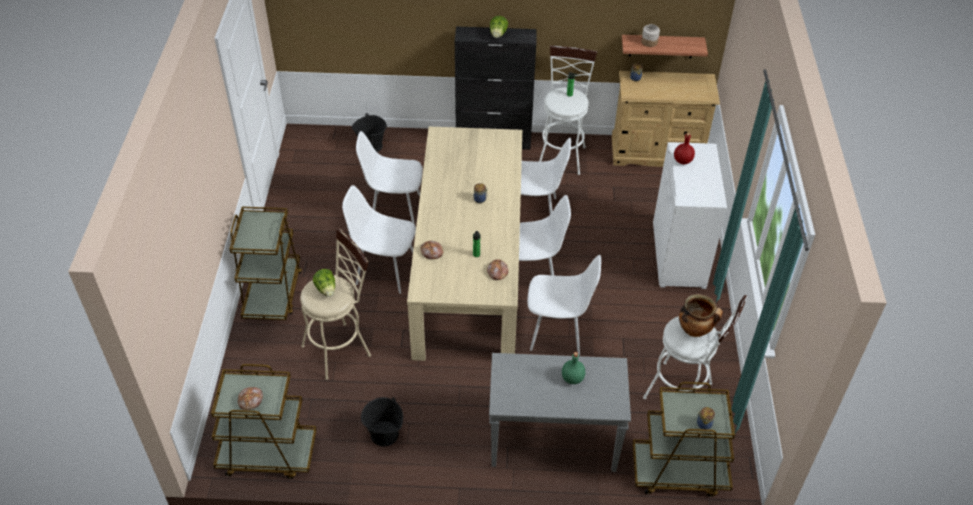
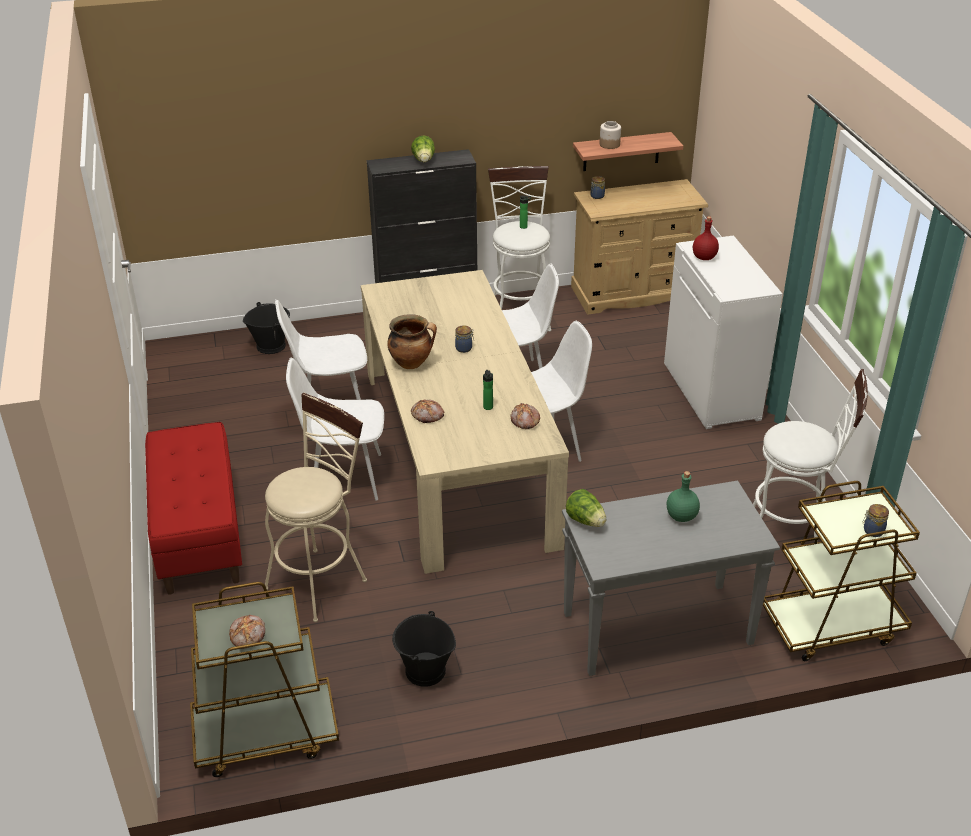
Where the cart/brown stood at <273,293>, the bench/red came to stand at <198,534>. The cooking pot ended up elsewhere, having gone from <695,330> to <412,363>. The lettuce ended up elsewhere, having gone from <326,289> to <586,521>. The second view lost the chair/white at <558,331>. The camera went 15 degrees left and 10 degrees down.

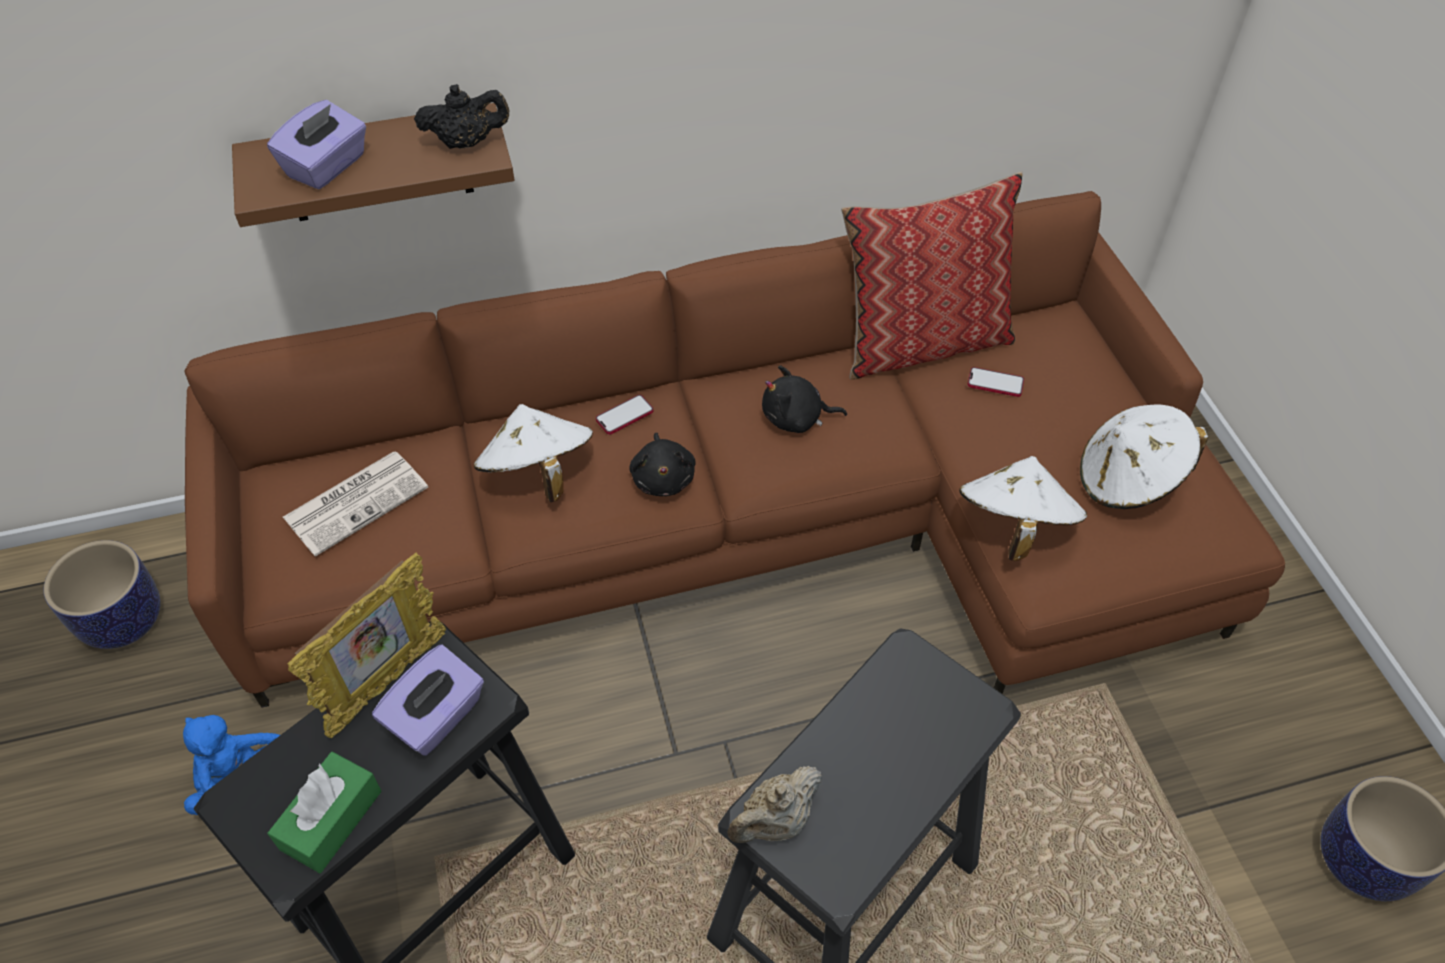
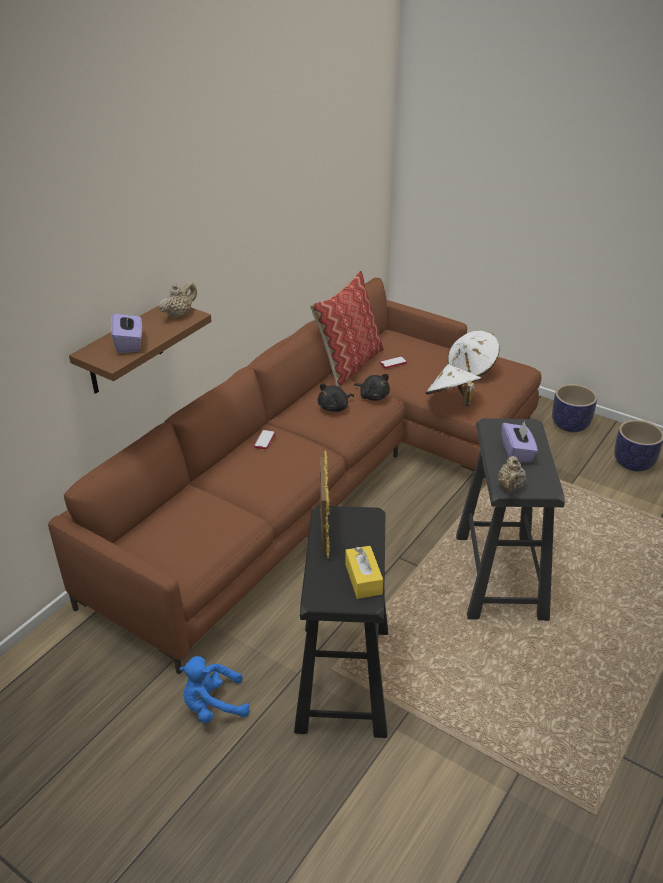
What was the teapot/black at <467,143> turned into the teapot/beige at <179,314>. What was the tissue box/green at <331,820> turned into the tissue box/yellow at <363,579>. The plush toy/black ended up elsewhere, having gone from <663,478> to <373,396>. The tissue box/purple ended up elsewhere, having gone from <437,717> to <517,452>. The planter ended up elsewhere, having gone from <124,621> to <570,425>. The second view lost the newspaper at <357,501>. The second view lost the hat/white at <538,474>. The camera went 40 degrees left and 15 degrees down.

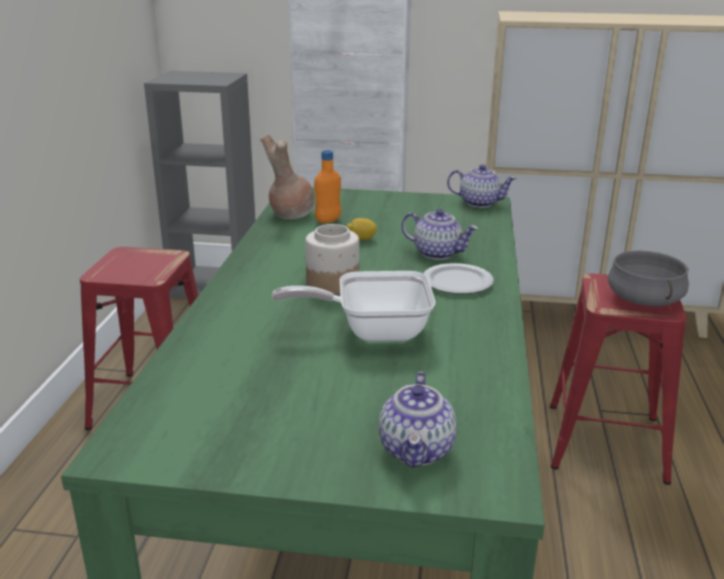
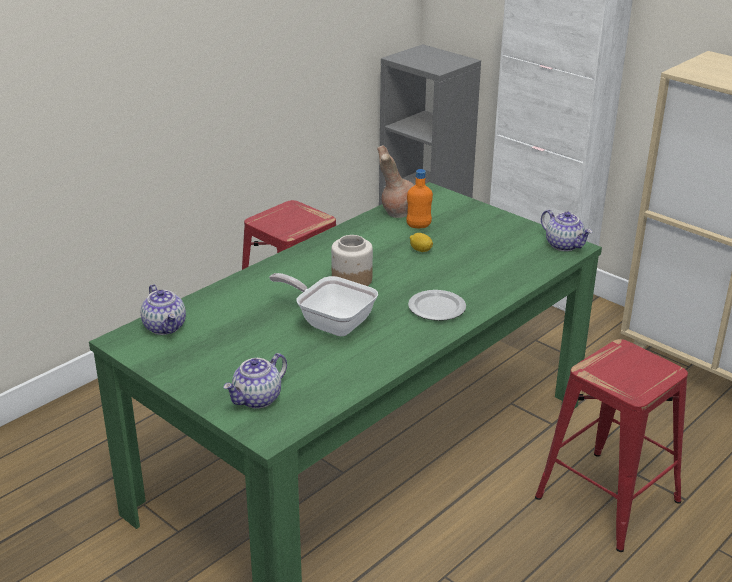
The teapot ended up elsewhere, having gone from <438,253> to <165,327>. The second view lost the cooking pot/grey at <645,300>. The camera went 35 degrees right and 5 degrees up.

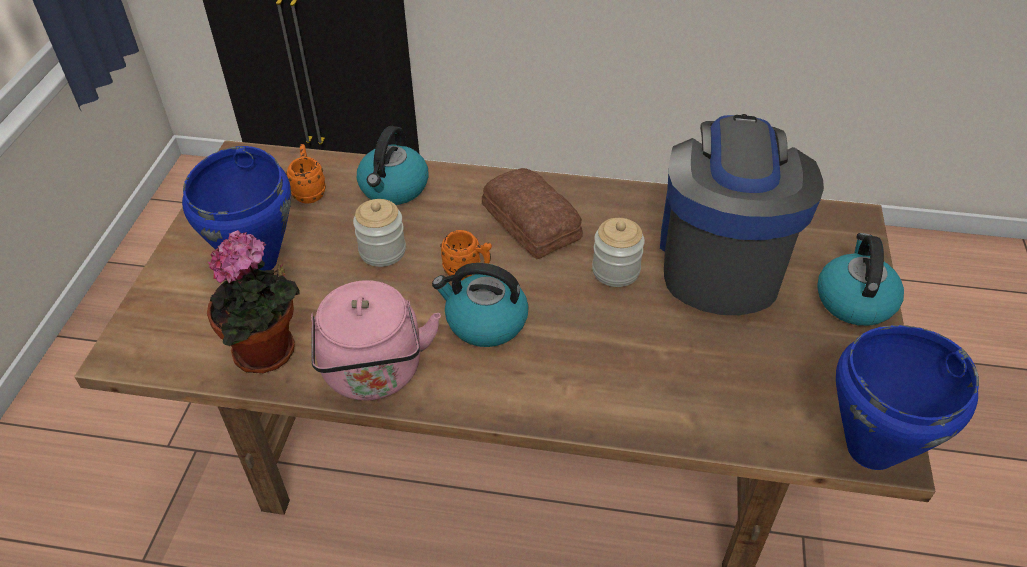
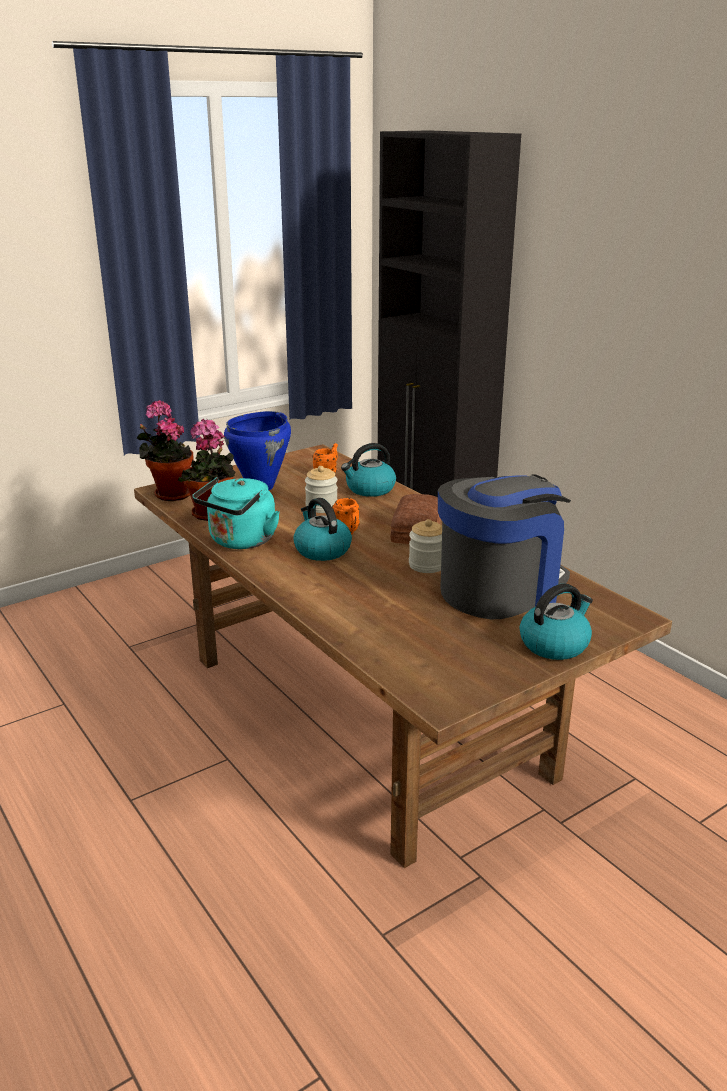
The second view gained the potted plant at <170,494>. What was the kettle/pink at <374,374> turned into the kettle/turquoise at <240,541>. The second view lost the cooking pot/blue at <870,448>. The camera went 45 degrees right and 20 degrees down.

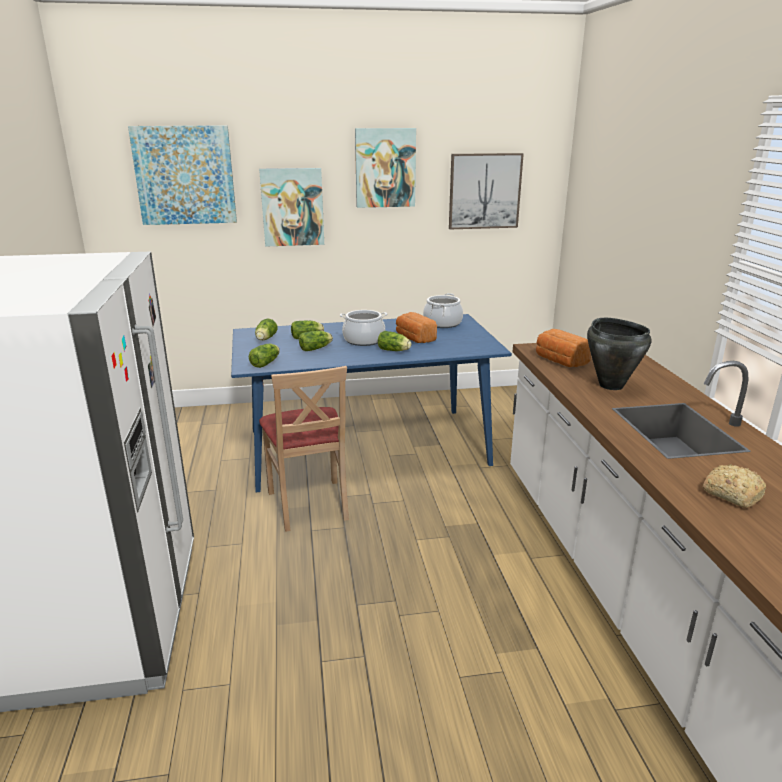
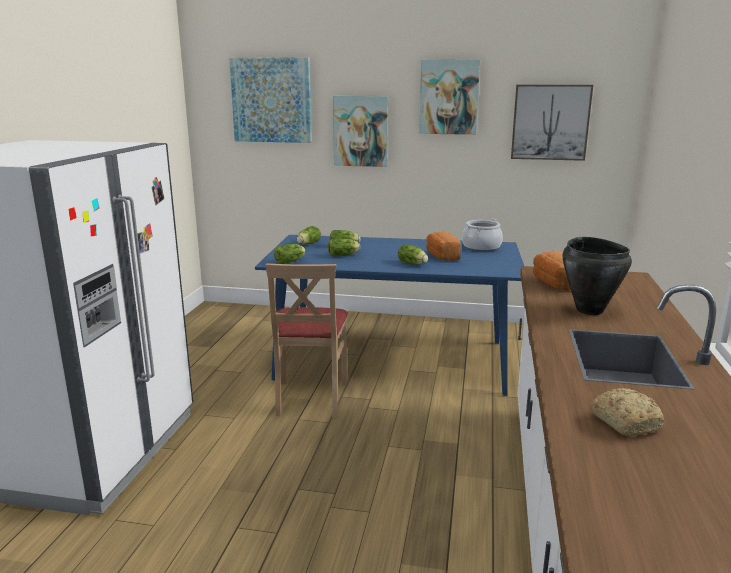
The second view lost the cooking pot at <364,340>. The camera went 20 degrees right and 5 degrees down.

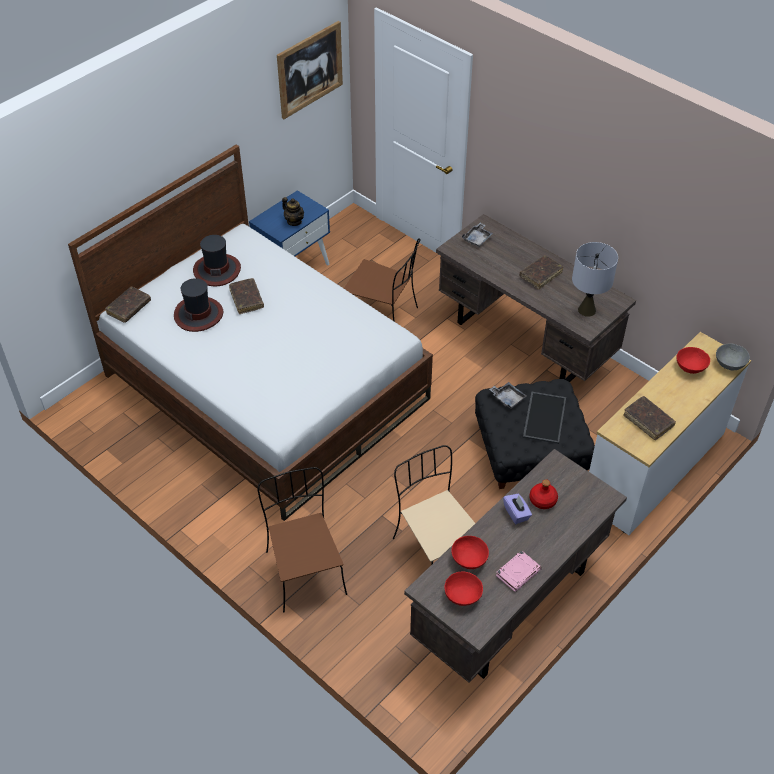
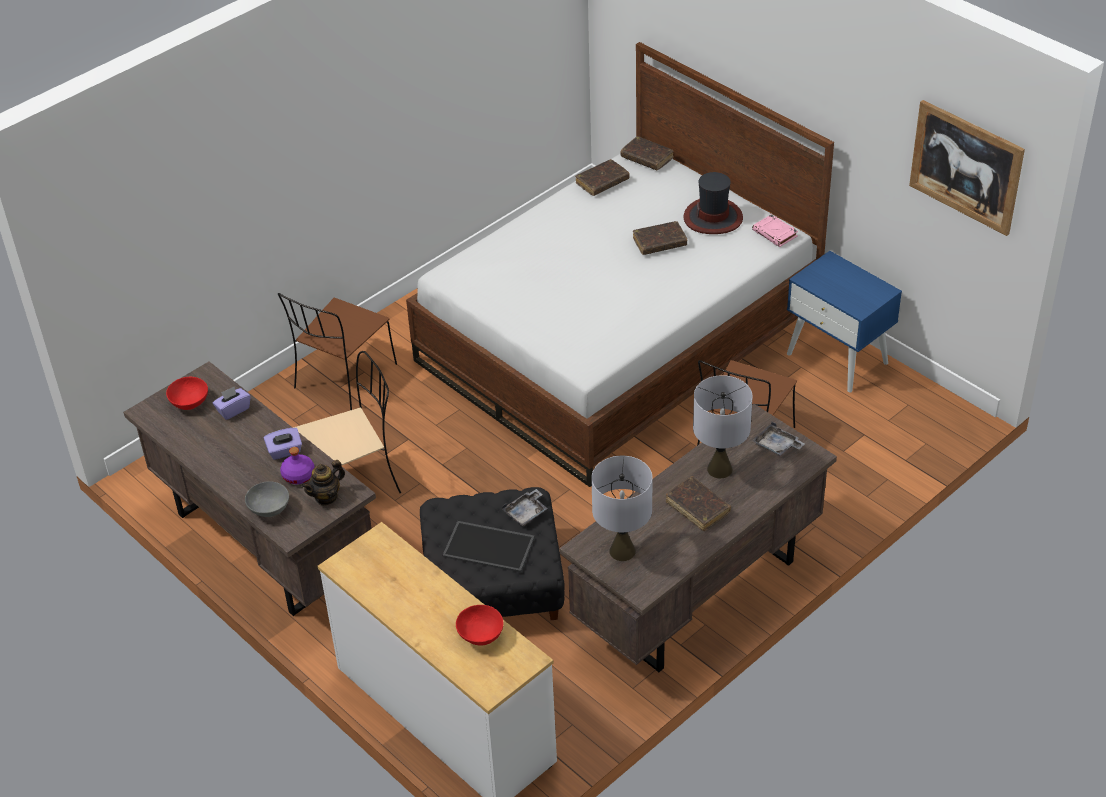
Where the bowl/red stood at <469,559>, the tissue box/purple came to stand at <233,410>. The bowl/grey ended up elsewhere, having gone from <729,364> to <269,509>. The chair/brown at <305,571> ended up facing another way, 135 degrees clockwise from before. What was the bottle/red at <542,500> turned into the bottle/purple at <298,475>. The teapot ended up elsewhere, having gone from <294,221> to <326,497>. The book/brown ended up elsewhere, having gone from <648,421> to <602,182>. The second view gained the table lamp/grey at <719,469>. The book/pink ended up elsewhere, having gone from <518,572> to <775,233>. The second view lost the hat at <199,314>. The camera went 95 degrees right and 5 degrees down.

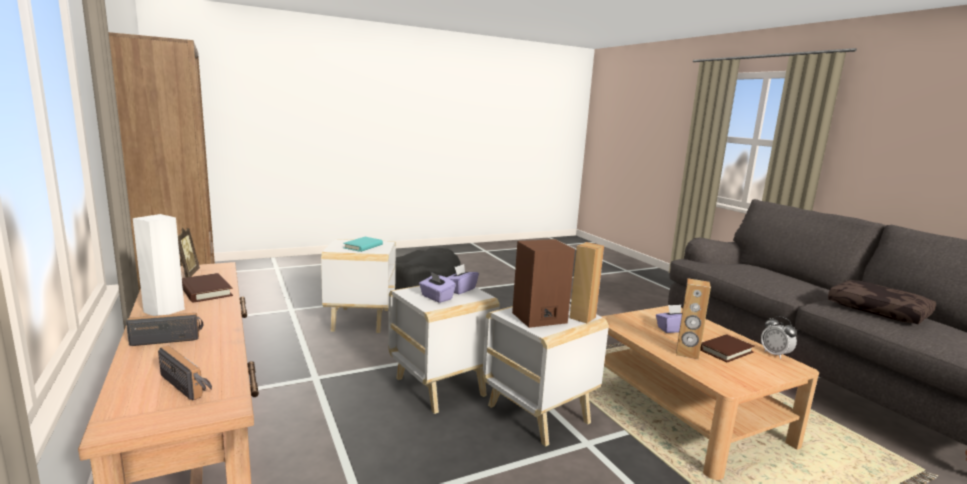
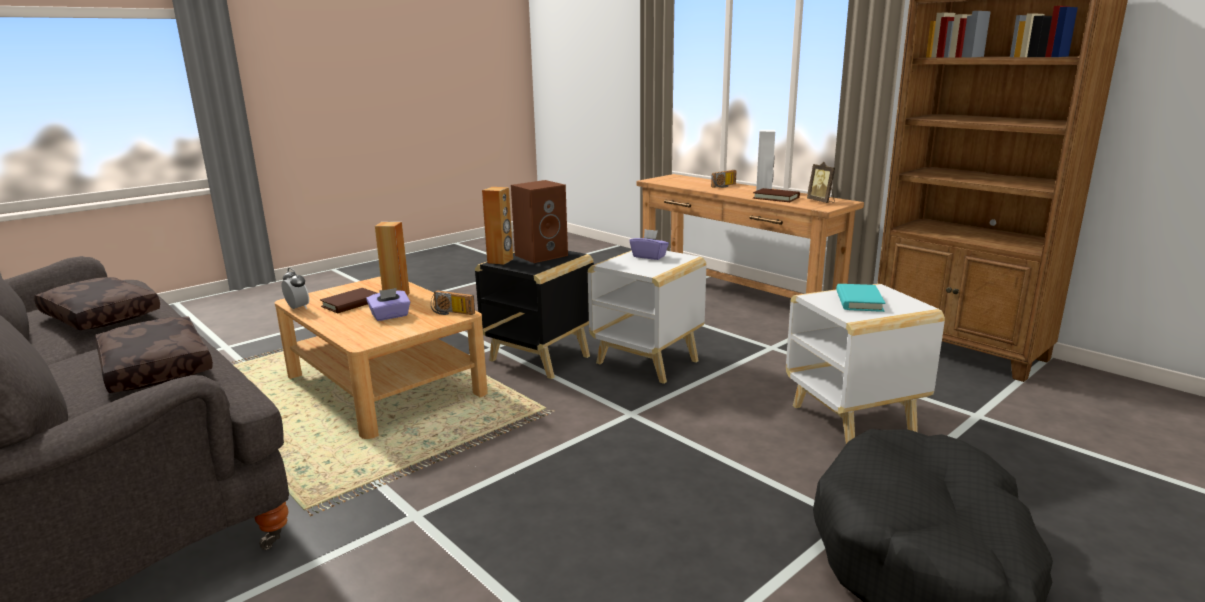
The second view gained the pillow/brown at <153,368>. The radio ended up elsewhere, having gone from <189,384> to <451,313>. What was the side table/white at <536,413> turned into the side table/black at <541,358>. The second view lost the tissue box/purple at <460,290>. The camera went 165 degrees right and 5 degrees up.

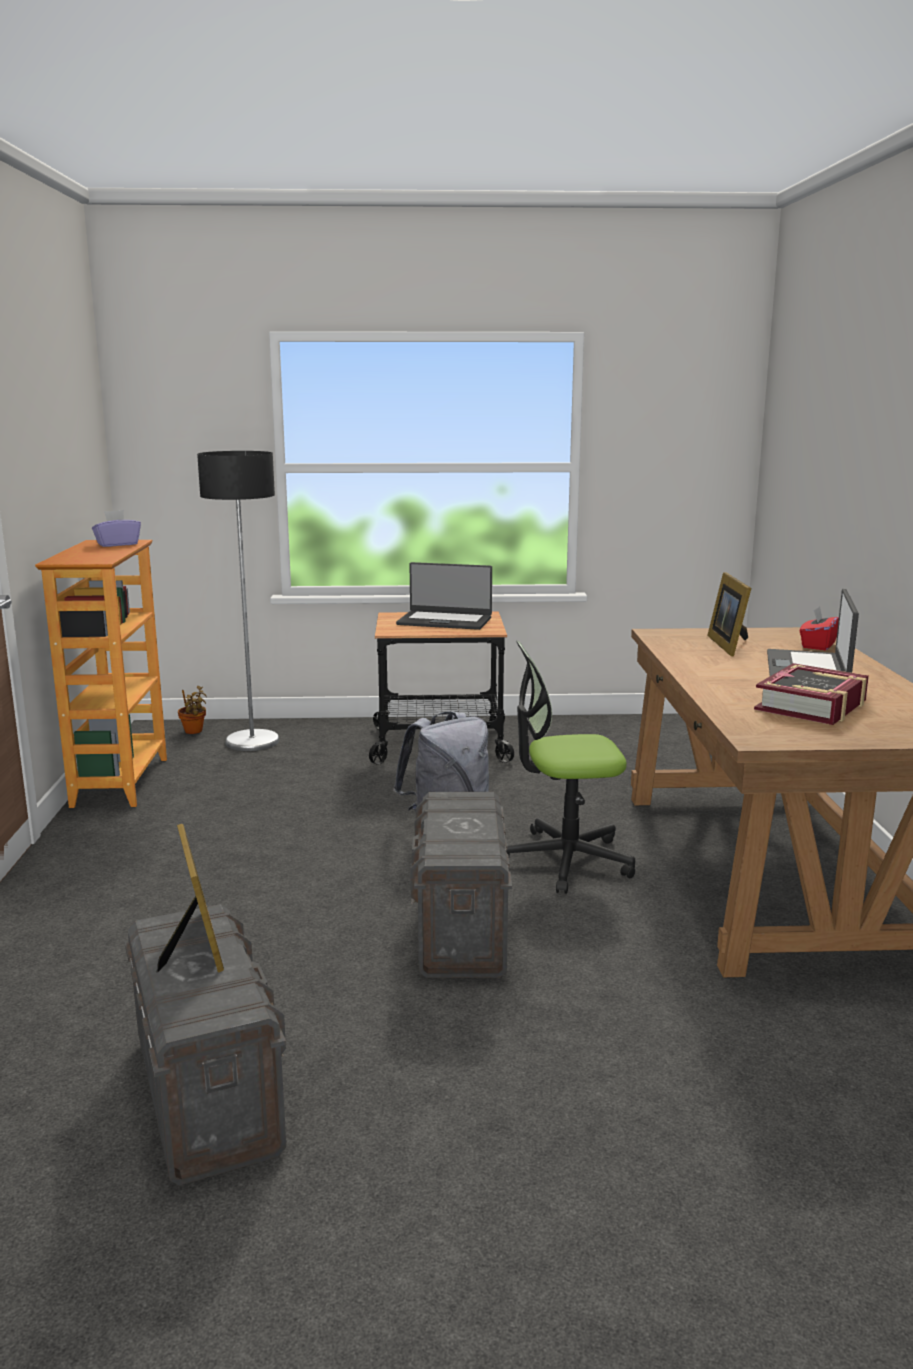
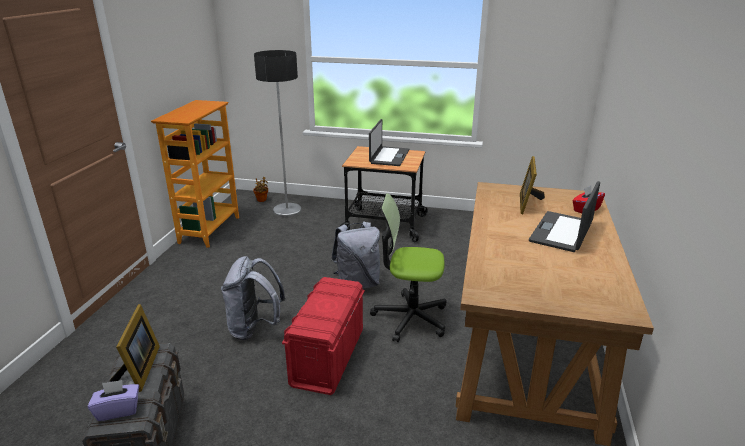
The tissue box/purple ended up elsewhere, having gone from <117,544> to <118,410>. The second view gained the backpack/grey at <254,328>. What was the storage box/grey at <461,930> turned into the storage box/red at <327,358>. The laptop at <445,621> ended up facing another way, 105 degrees counterclockwise from before. The second view lost the book at <812,705>. The camera went 15 degrees right and 10 degrees up.

